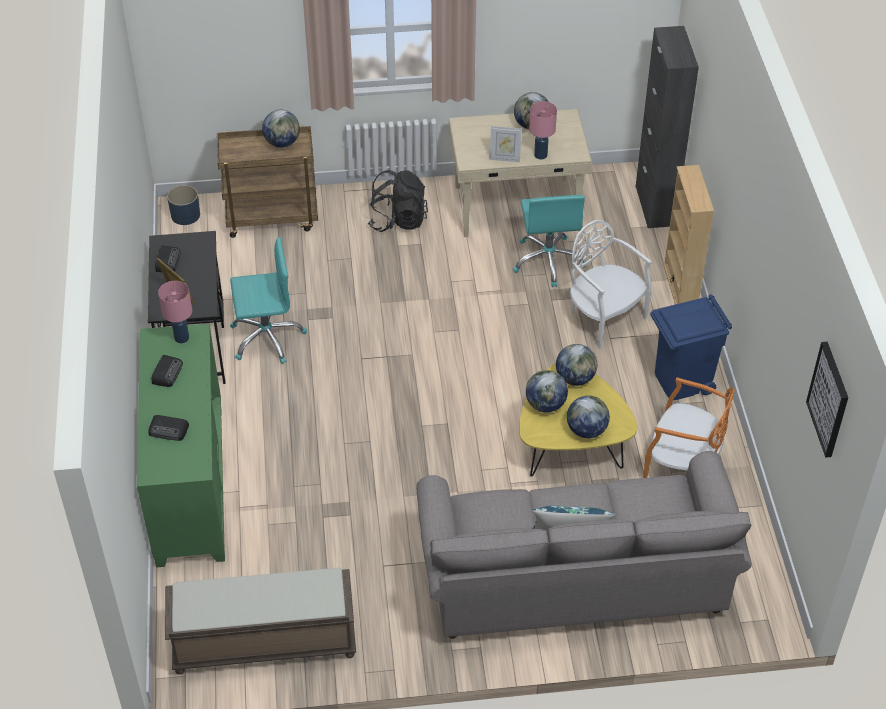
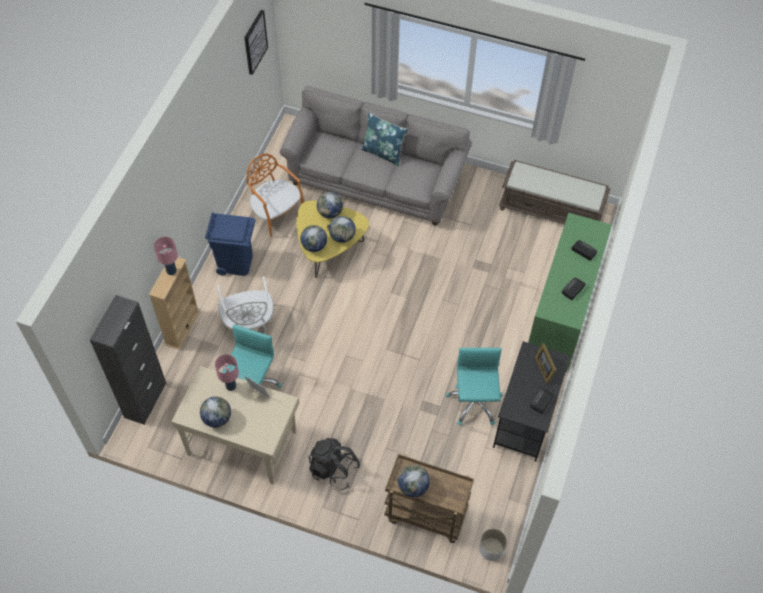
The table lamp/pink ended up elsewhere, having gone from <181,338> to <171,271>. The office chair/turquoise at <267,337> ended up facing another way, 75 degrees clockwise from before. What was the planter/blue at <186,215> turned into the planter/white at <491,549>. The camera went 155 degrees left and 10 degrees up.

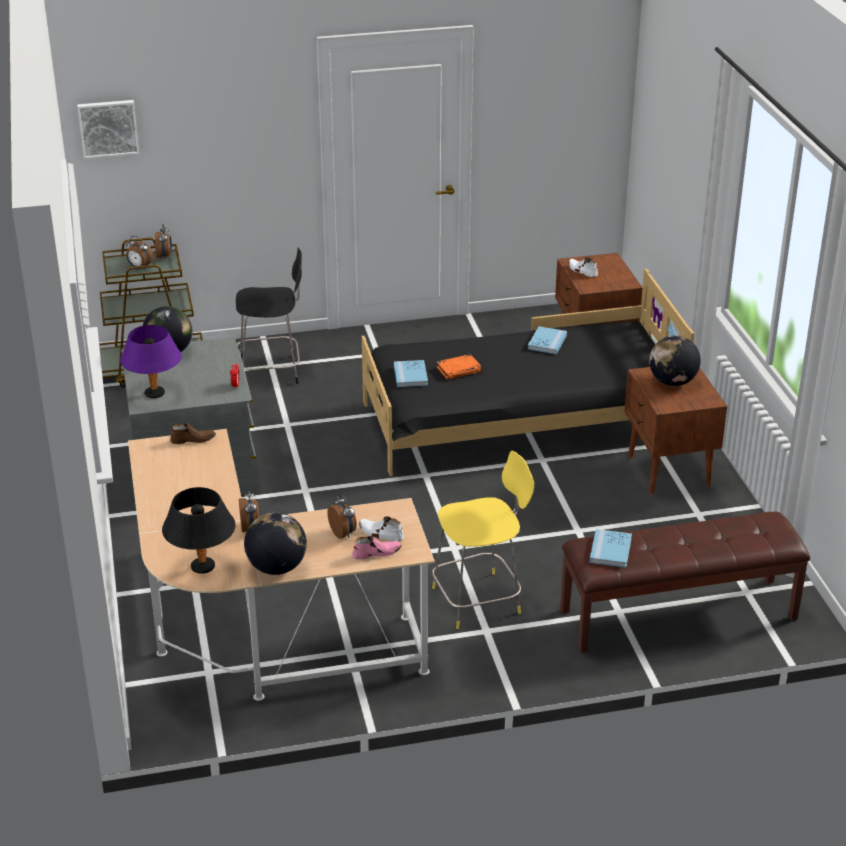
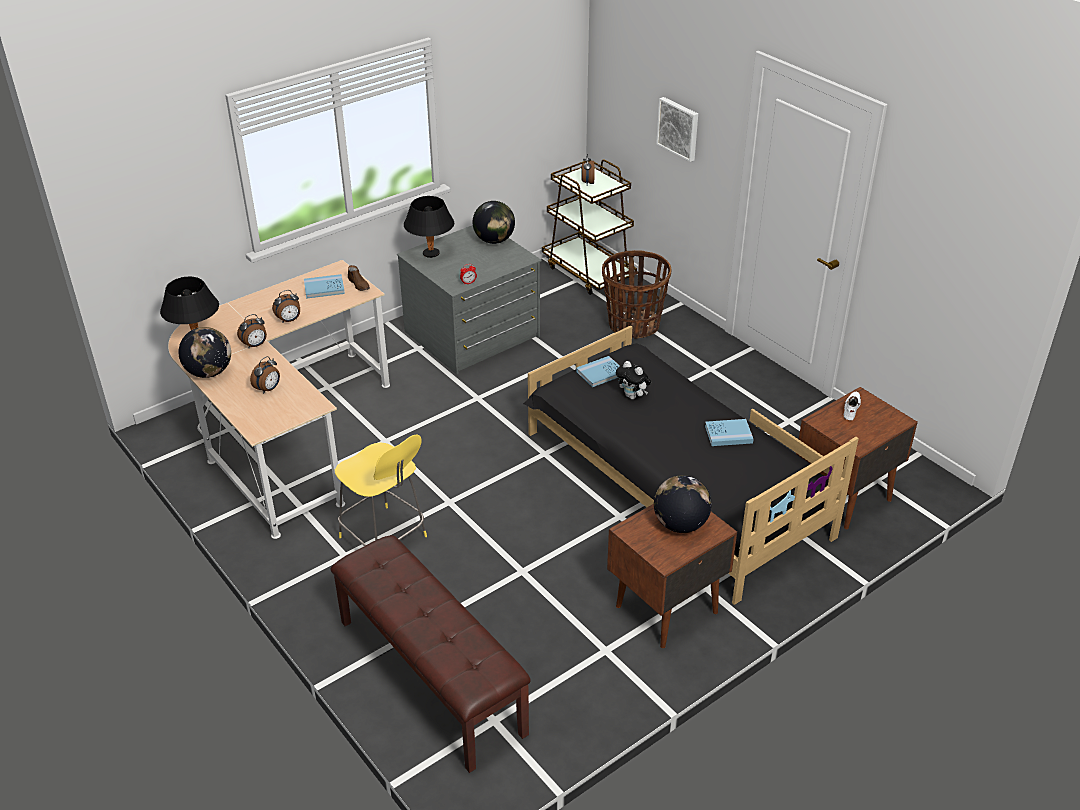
The alarm clock ended up elsewhere, having gone from <164,256> to <289,320>. The book/blue ended up elsewhere, having gone from <610,550> to <324,288>. What was the table lamp/purple at <155,393> turned into the table lamp/black at <431,254>. Where the stool/black stood at <271,371>, the basket came to stand at <633,325>. Where the book/orange stood at <459,369>, the plush toy came to stand at <632,396>. The picture ended up elsewhere, having gone from <108,128> to <679,128>. The second view lost the shoe/pink at <376,553>. The second view lost the shoe/white at <380,534>. The camera went 65 degrees right and 5 degrees up.

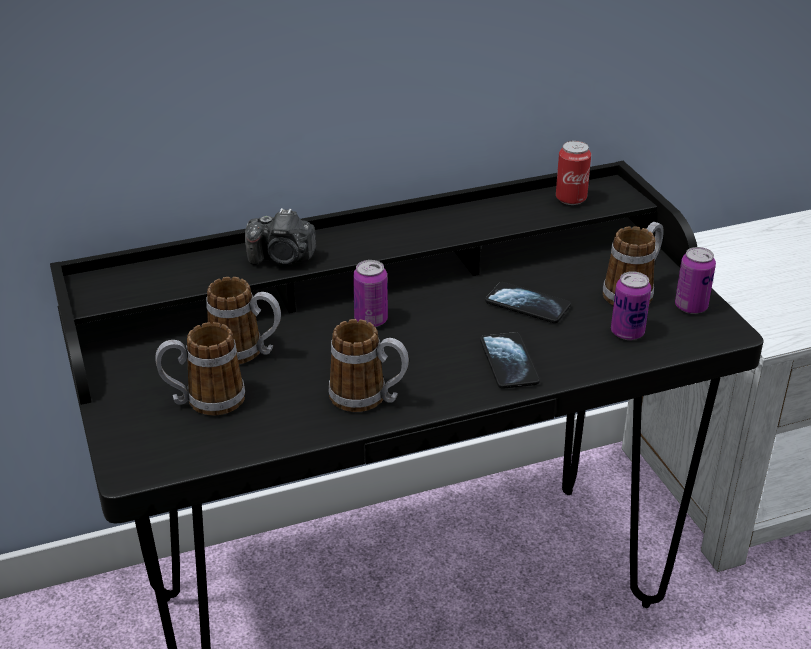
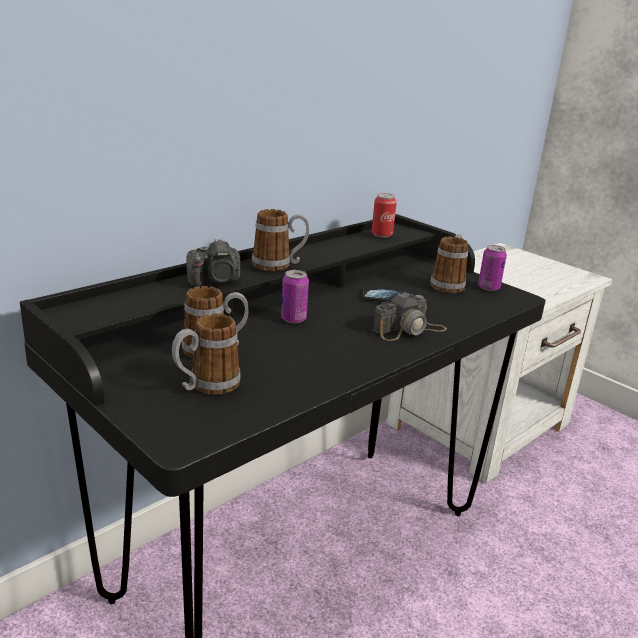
The mug ended up elsewhere, having gone from <368,398> to <279,265>. Where the phone stood at <508,362>, the photo camera came to stand at <409,330>. The second view lost the can at <627,332>. The camera went 25 degrees left and 10 degrees down.

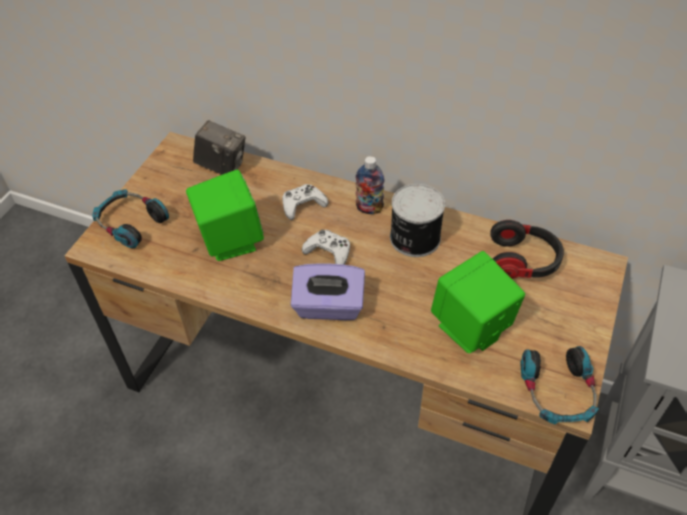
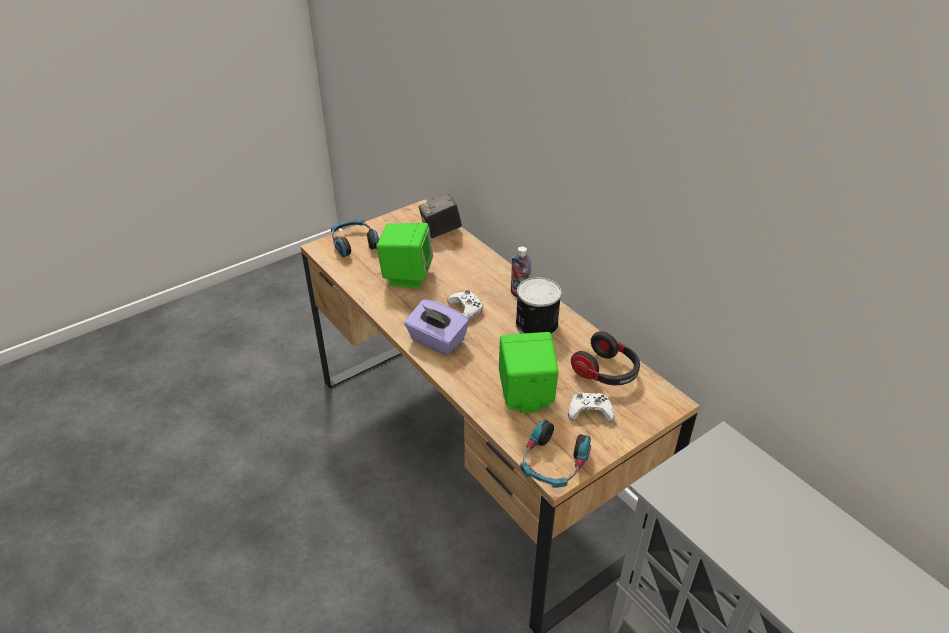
The photo camera at <222,166> ended up facing another way, 105 degrees clockwise from before. The game controller/white ended up elsewhere, having gone from <303,205> to <590,412>. The camera went 30 degrees right and 10 degrees down.

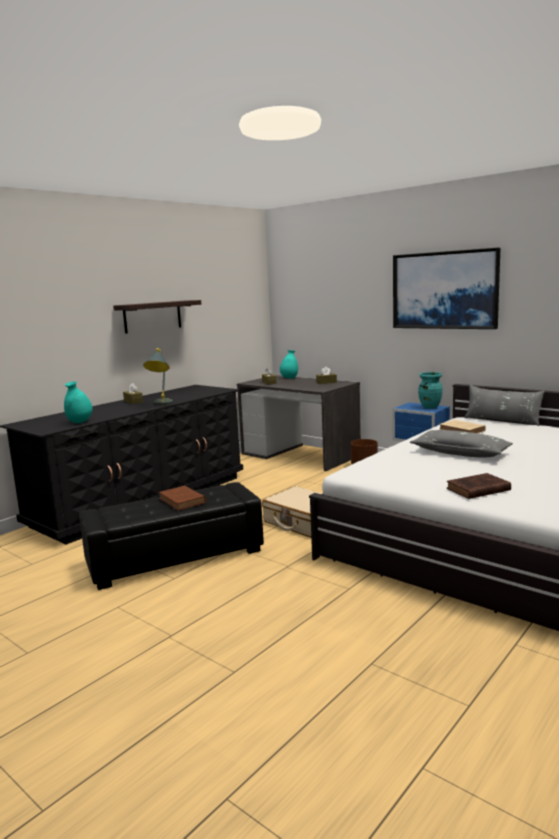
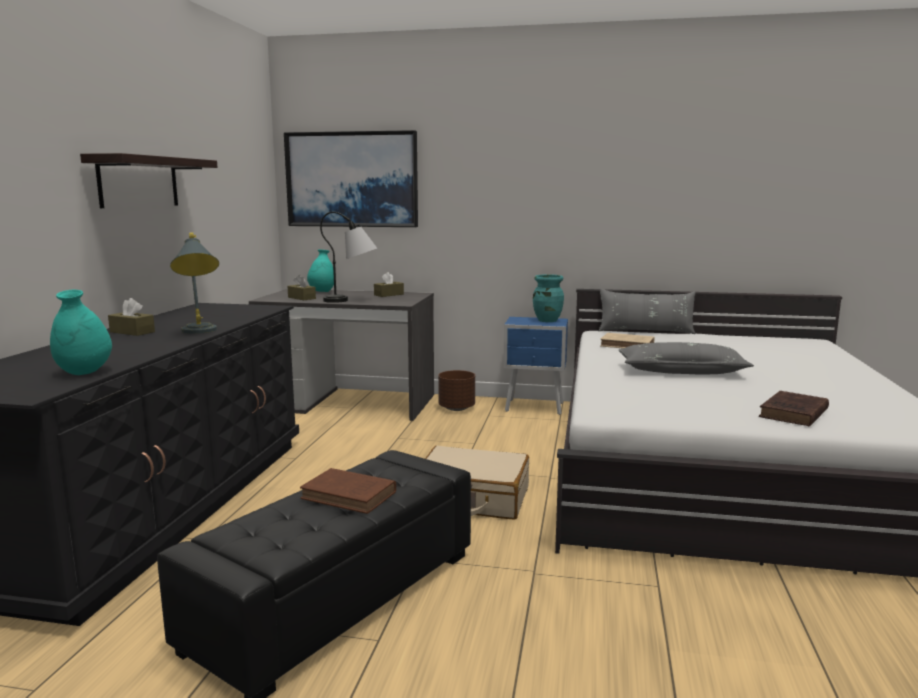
The picture ended up elsewhere, having gone from <444,290> to <352,179>. The second view gained the table lamp at <352,301>. The camera went 30 degrees left and 0 degrees up.

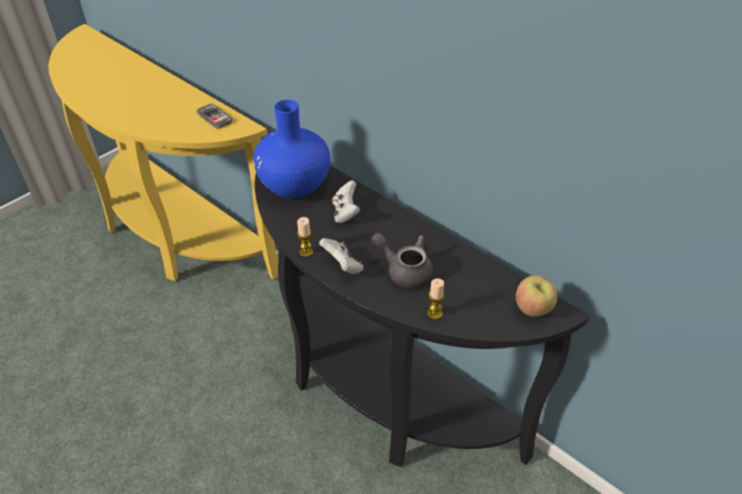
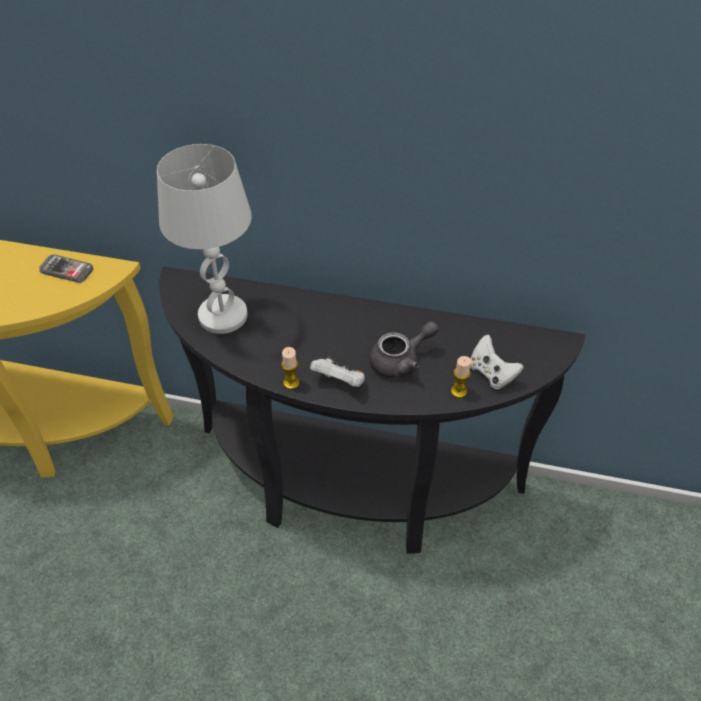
Where the vase/blue stood at <294,185>, the table lamp/white came to stand at <223,316>. The teapot/grey at <404,270> ended up facing another way, 150 degrees clockwise from before. The game controller/white ended up elsewhere, having gone from <345,213> to <491,373>. The second view lost the apple at <533,309>. The camera went 30 degrees left and 5 degrees up.

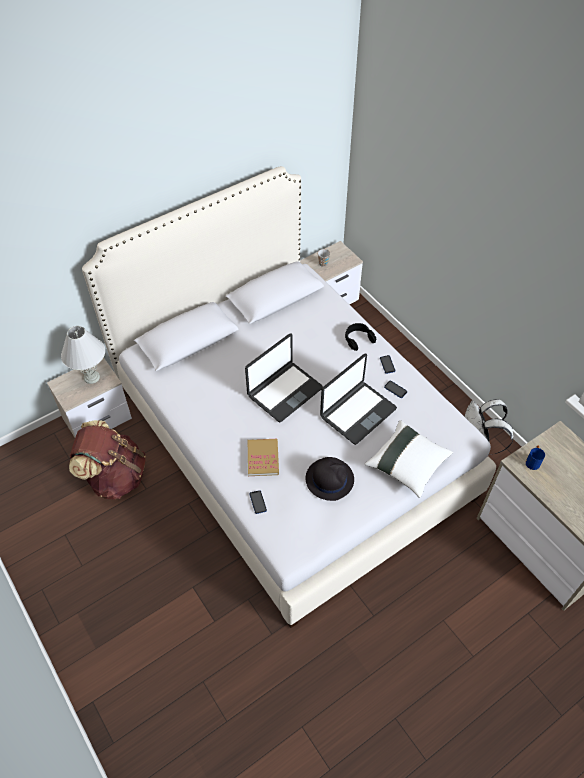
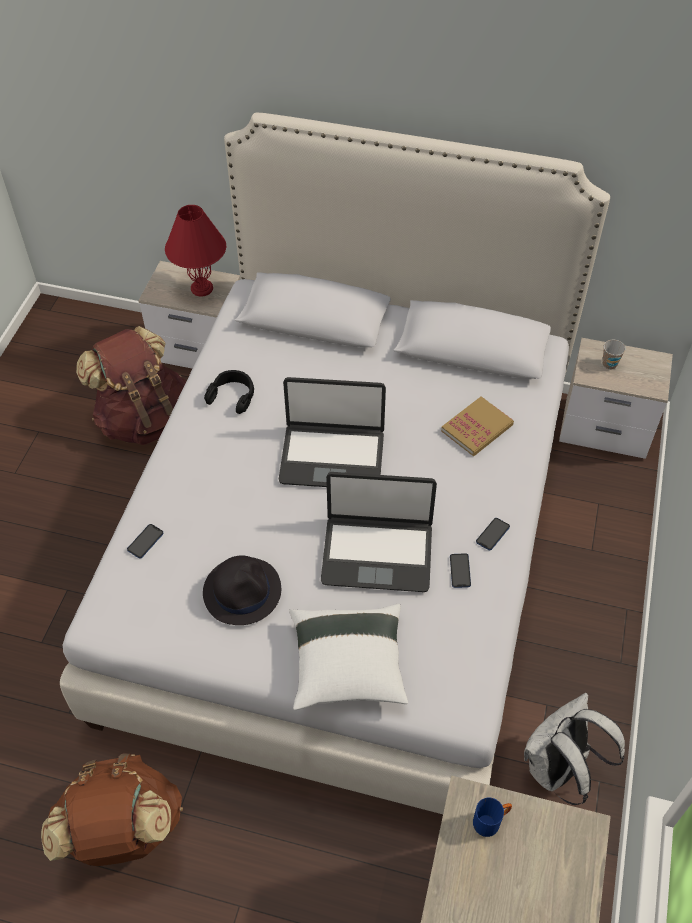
The second view gained the backpack/brown at <122,831>. What was the table lamp/white at <91,377> turned into the table lamp/red at <202,288>. The headphones/black ended up elsewhere, having gone from <358,339> to <232,396>. The book ended up elsewhere, having gone from <263,458> to <477,428>. The camera went 50 degrees right and 0 degrees up.

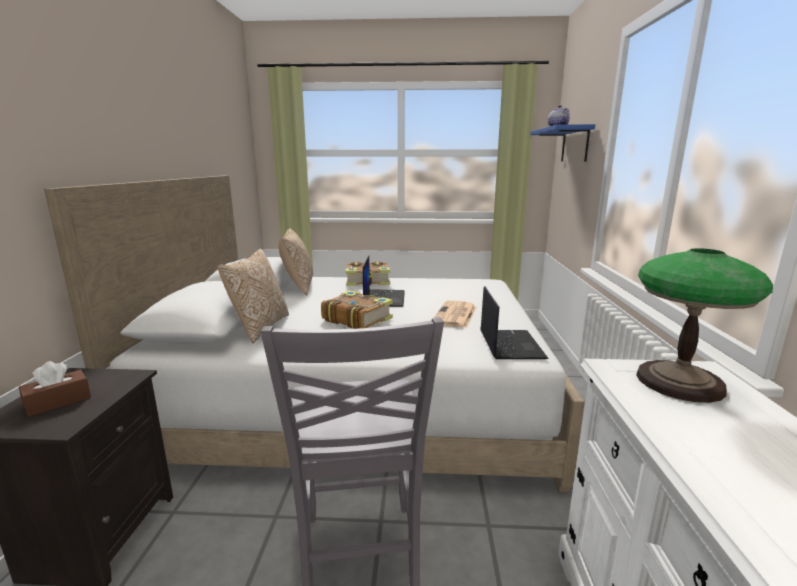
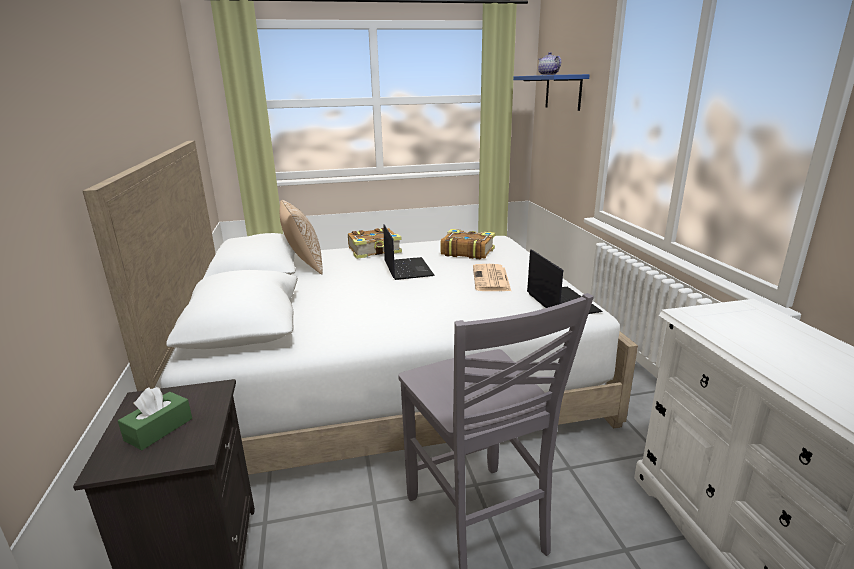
What was the tissue box/brown at <58,401> turned into the tissue box/green at <159,429>. The book ended up elsewhere, having gone from <357,319> to <467,252>. The second view lost the pillow at <259,327>. The second view lost the table lamp at <678,381>. The camera went 15 degrees left and 5 degrees up.

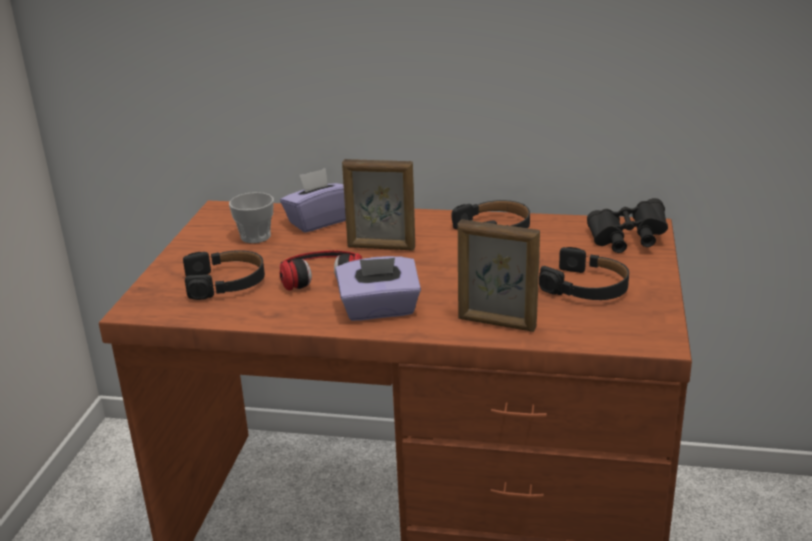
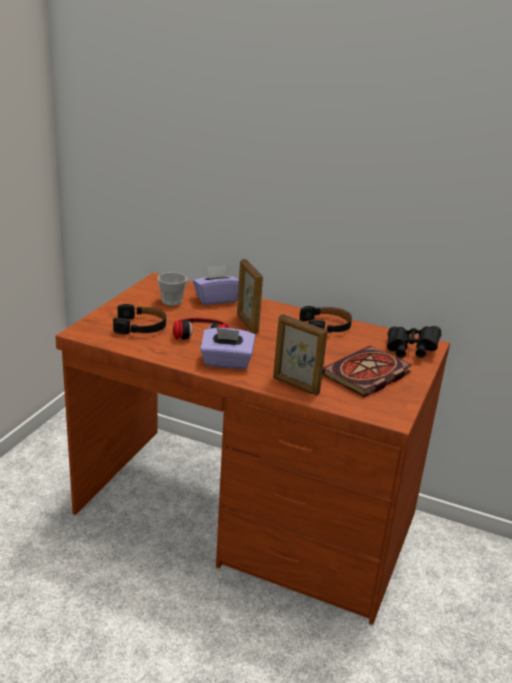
The picture frame at <381,247> ended up facing another way, 45 degrees clockwise from before. Where the headphones/black stood at <586,287>, the book came to stand at <366,375>. The camera went 10 degrees right and 0 degrees up.

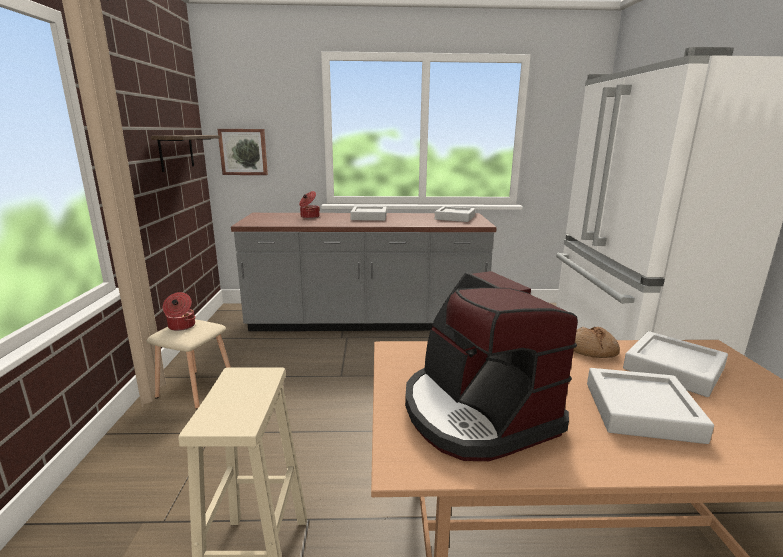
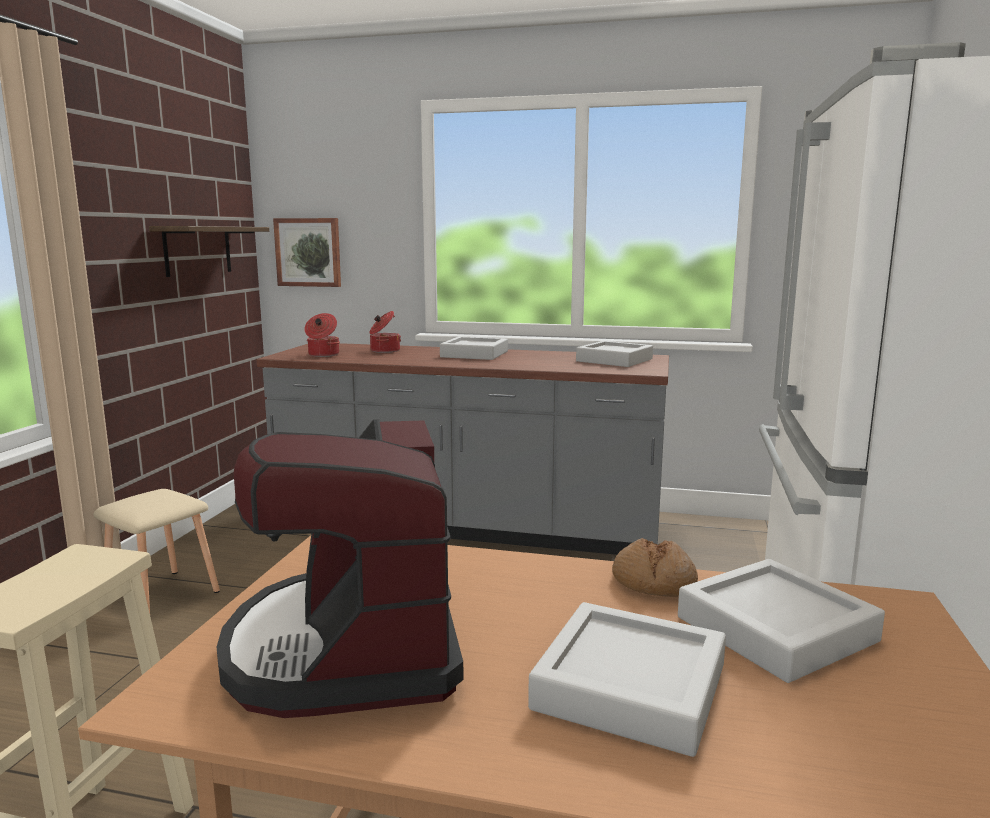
The cooking pot ended up elsewhere, having gone from <181,326> to <323,355>. The camera went 15 degrees right and 5 degrees down.

